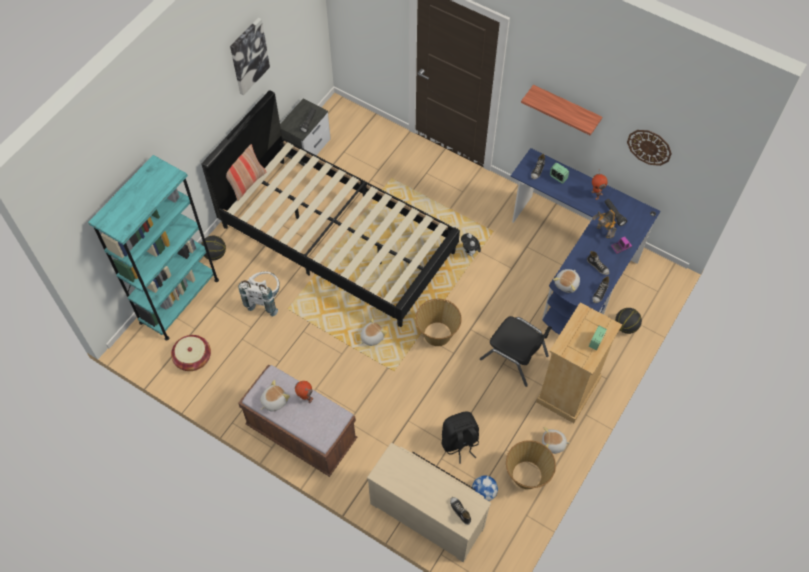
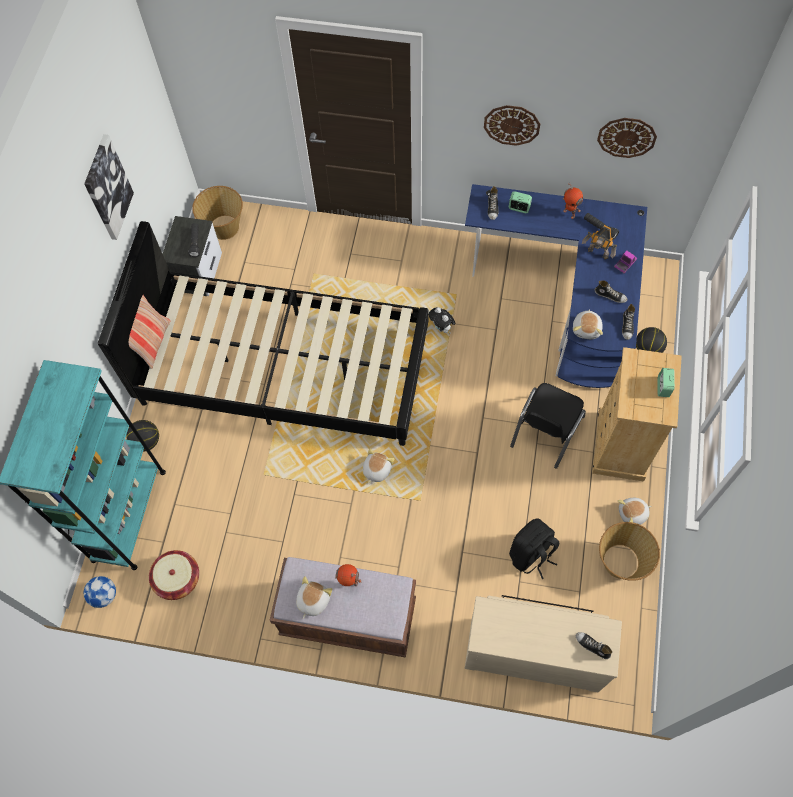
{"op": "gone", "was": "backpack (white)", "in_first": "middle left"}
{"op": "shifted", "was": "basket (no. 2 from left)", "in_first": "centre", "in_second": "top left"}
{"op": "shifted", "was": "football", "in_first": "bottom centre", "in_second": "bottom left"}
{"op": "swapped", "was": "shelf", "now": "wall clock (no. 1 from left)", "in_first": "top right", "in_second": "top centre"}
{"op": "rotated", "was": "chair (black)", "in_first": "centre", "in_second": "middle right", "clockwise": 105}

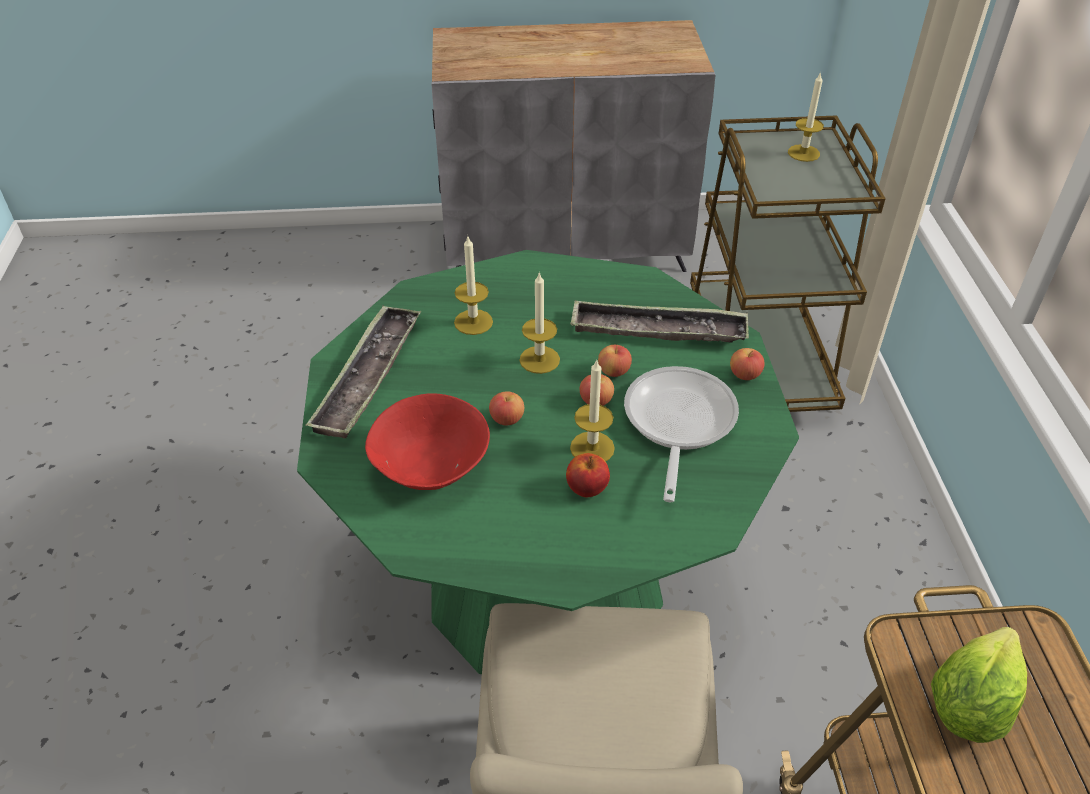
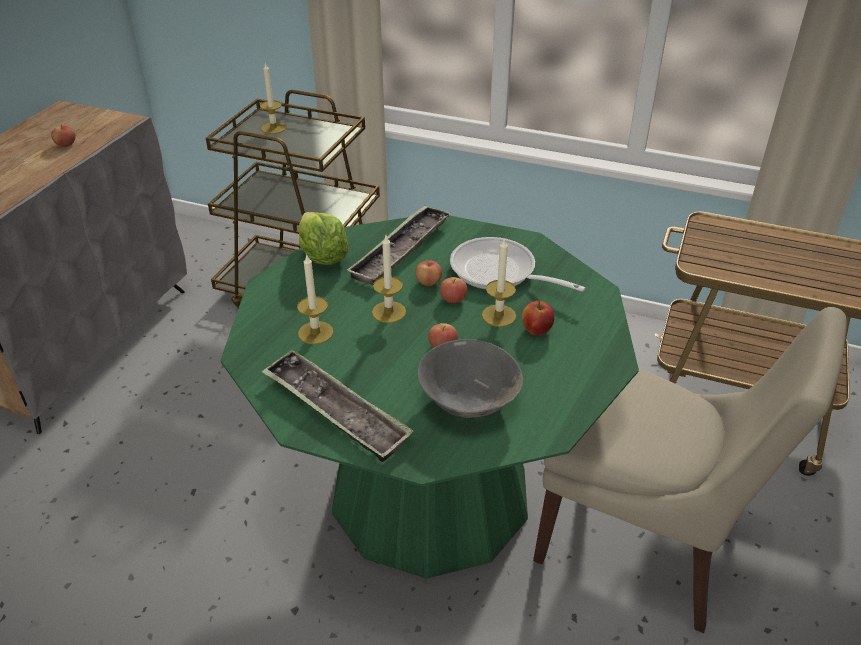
{"op": "shifted", "was": "apple (no. 5 from left in the first image)", "now": "apple (no. 1 from left)", "in_first": "middle right", "in_second": "top left"}
{"op": "shifted", "was": "lettuce", "in_first": "bottom right", "in_second": "centre"}
{"op": "repainted", "was": "bowl (red)", "now": "bowl (grey)", "in_first": "centre", "in_second": "centre"}

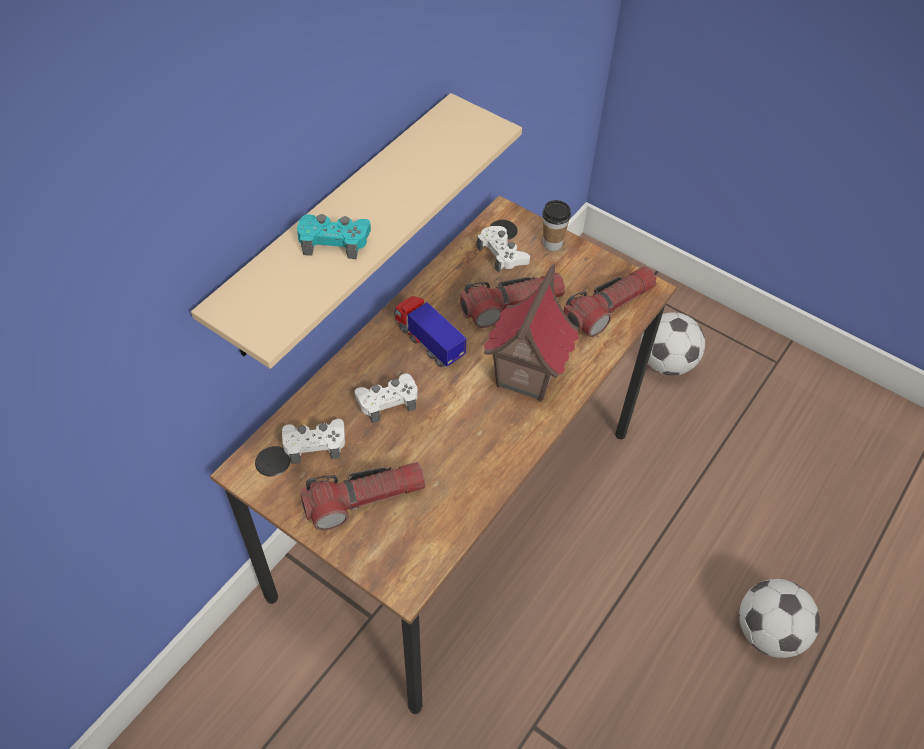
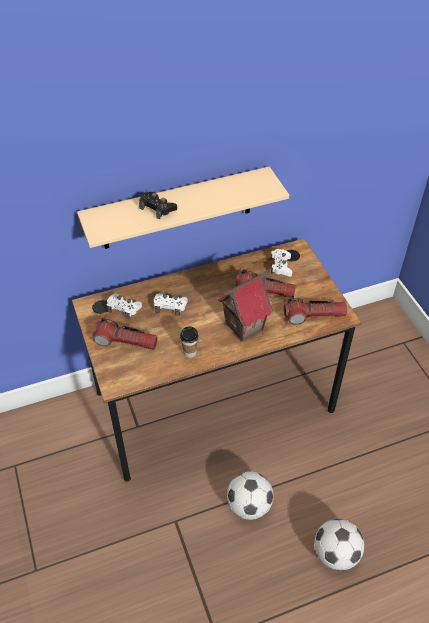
{"op": "gone", "was": "toy truck", "in_first": "centre"}
{"op": "shifted", "was": "cup", "in_first": "top centre", "in_second": "centre"}
{"op": "shifted", "was": "football (no. 1 from left)", "in_first": "middle right", "in_second": "bottom centre"}
{"op": "repainted", "was": "game controller (turquoise)", "now": "game controller (black)", "in_first": "top centre", "in_second": "top centre"}

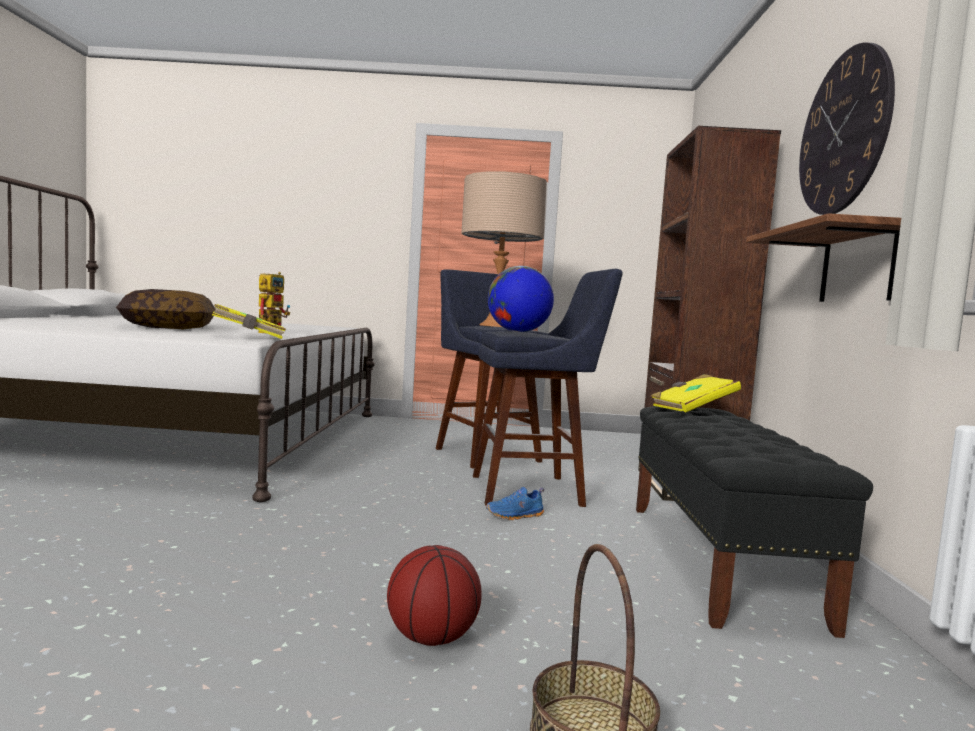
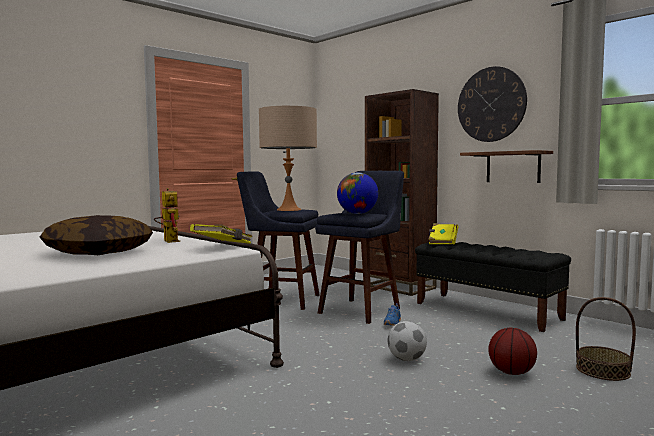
{"op": "new", "now": "football", "in_second": "bottom centre"}

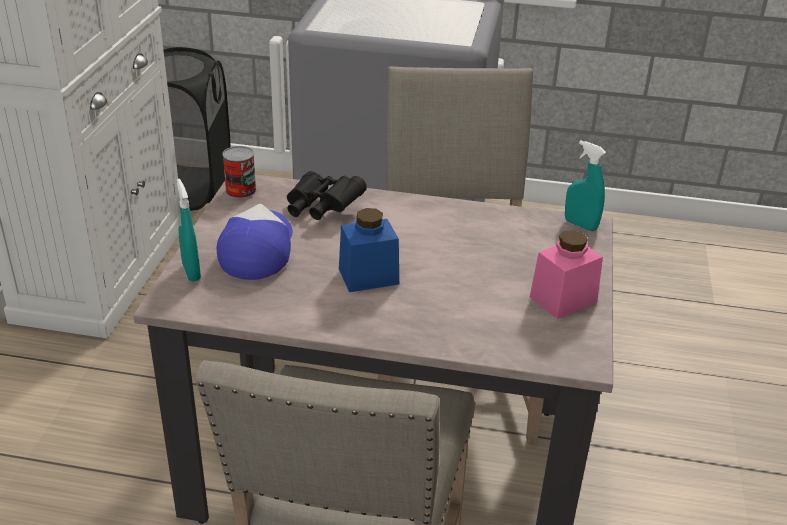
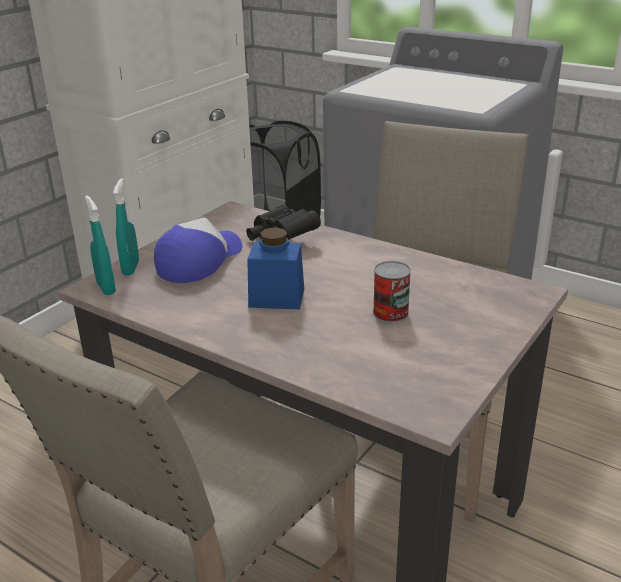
{"op": "gone", "was": "jar (pink)", "in_first": "middle right"}
{"op": "shifted", "was": "can", "in_first": "top left", "in_second": "centre"}
{"op": "shifted", "was": "spray bottle (turquoise) (no. 2 from left in the first image)", "now": "spray bottle (turquoise) (no. 1 from left)", "in_first": "middle right", "in_second": "middle left"}

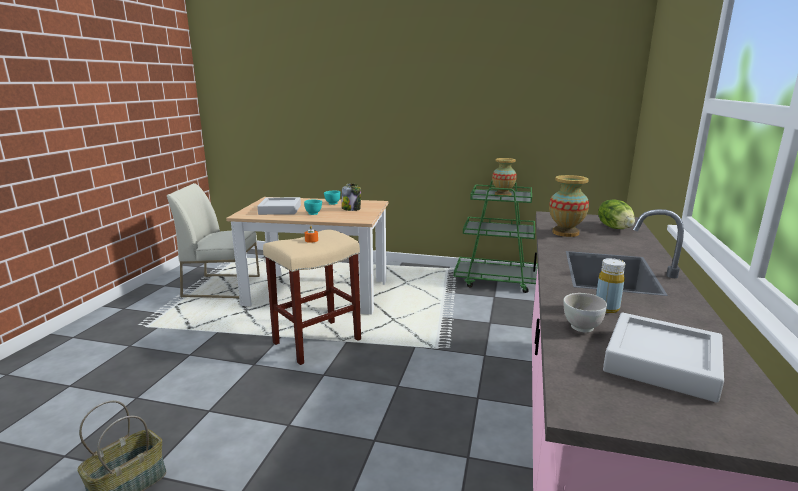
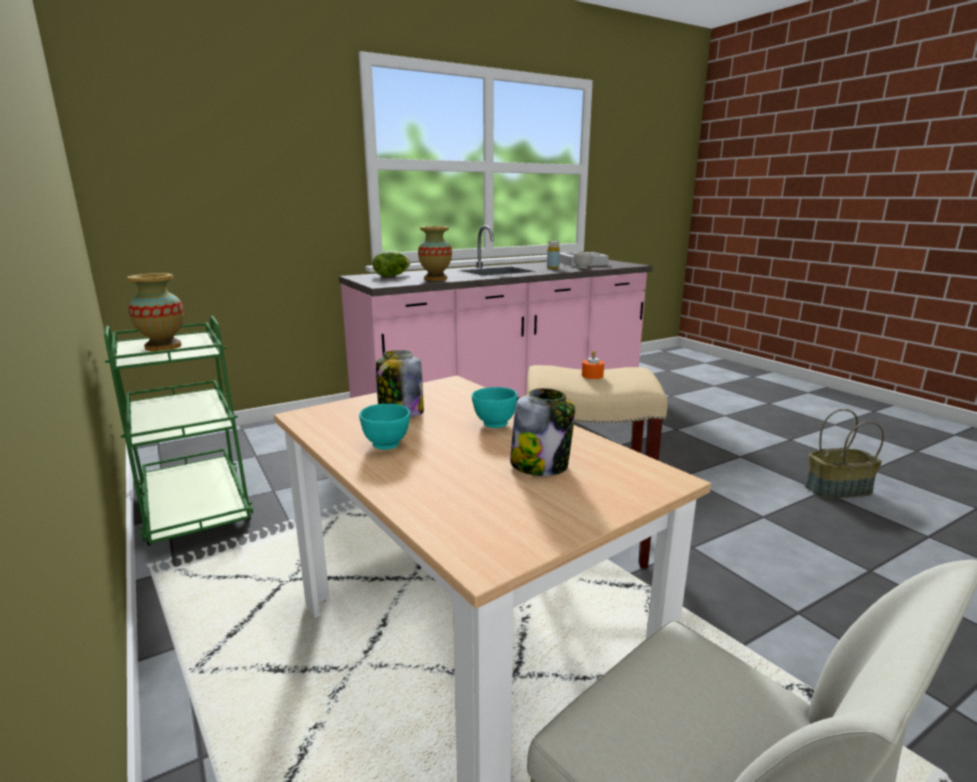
{"op": "swapped", "was": "tray (grey) (no. 1 from left)", "now": "jar (no. 2 from left)", "in_first": "centre", "in_second": "centre"}

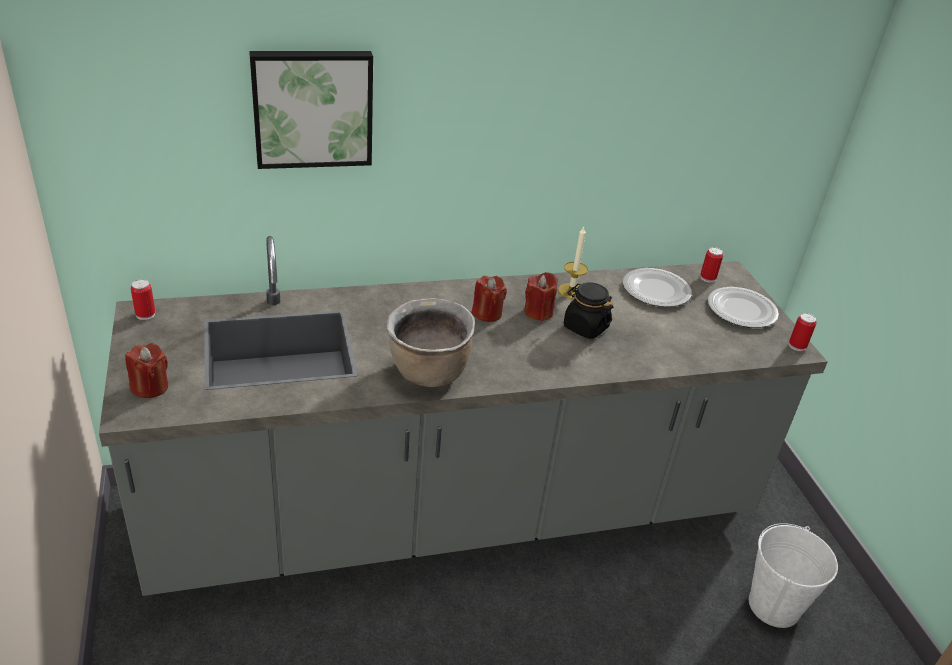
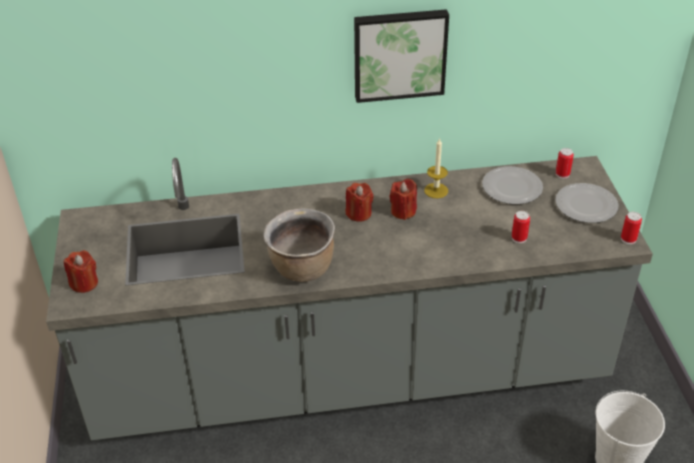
{"op": "gone", "was": "jar (black)", "in_first": "centre"}
{"op": "shifted", "was": "can (no. 1 from left)", "in_first": "middle left", "in_second": "middle right"}
{"op": "shifted", "was": "picture", "in_first": "top left", "in_second": "top centre"}

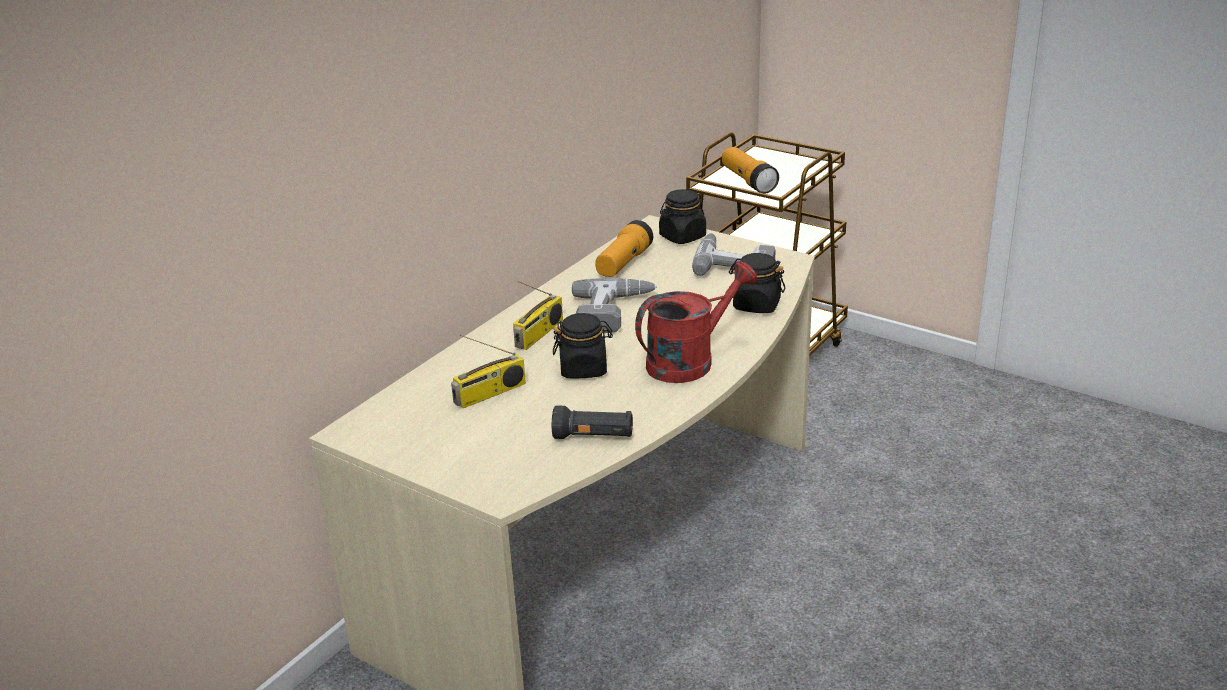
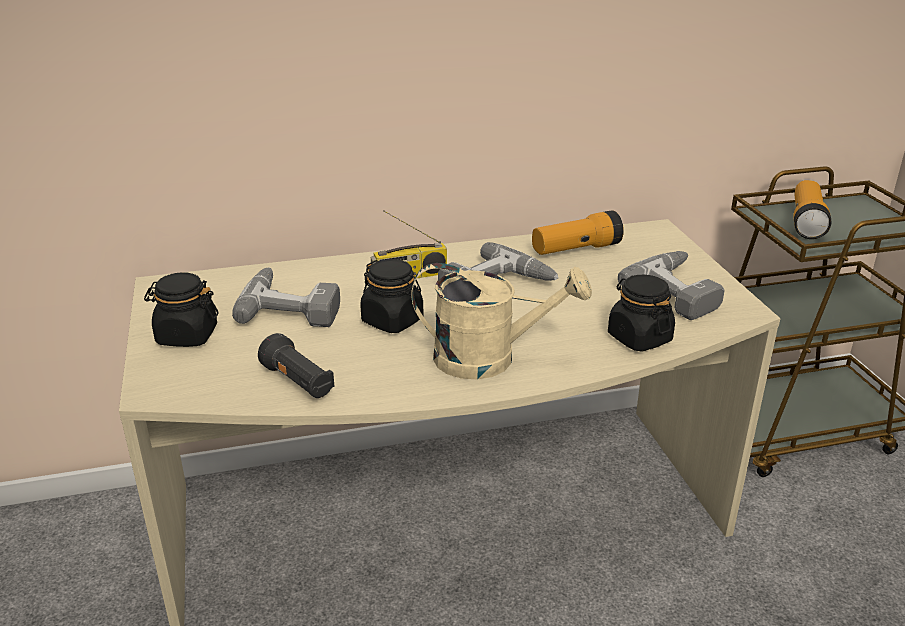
{"op": "shifted", "was": "jar (black) (no. 2 from left in the first image)", "now": "jar (black) (no. 1 from left)", "in_first": "top centre", "in_second": "middle left"}
{"op": "swapped", "was": "radio (no. 1 from left)", "now": "power drill (no. 1 from left)", "in_first": "centre", "in_second": "middle left"}
{"op": "repainted", "was": "watering can (red)", "now": "watering can (beige)", "in_first": "centre", "in_second": "centre"}

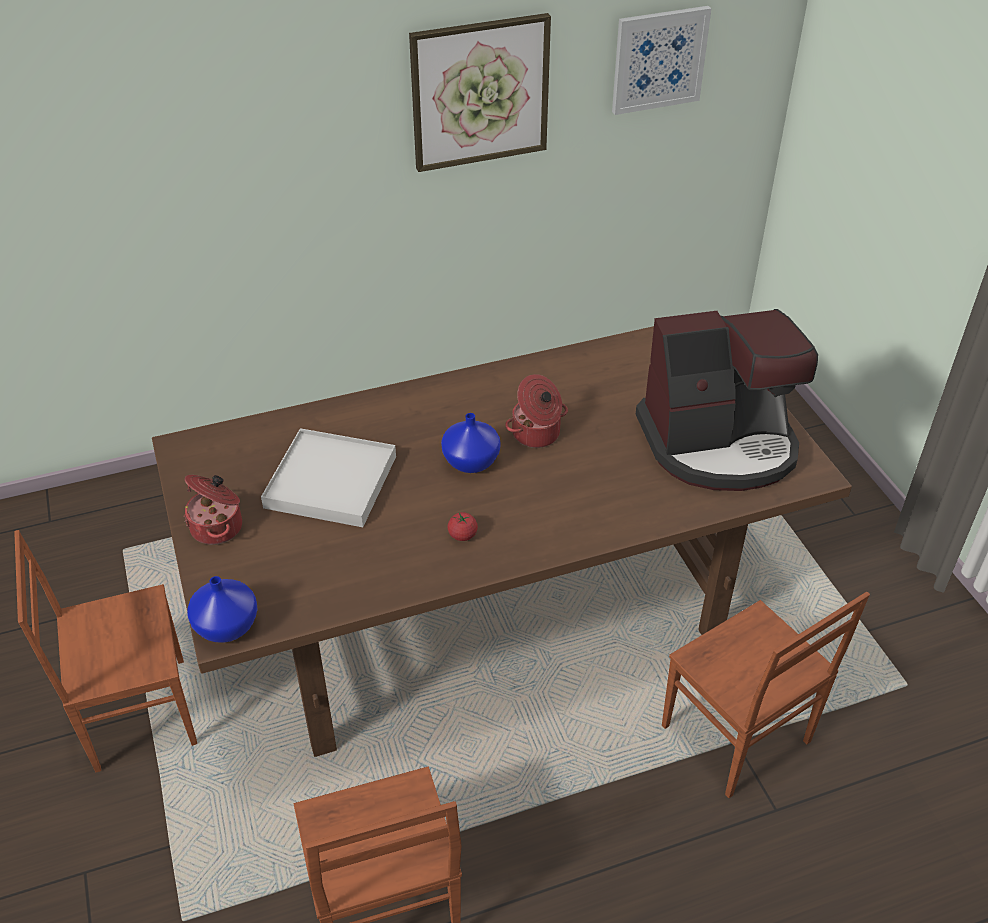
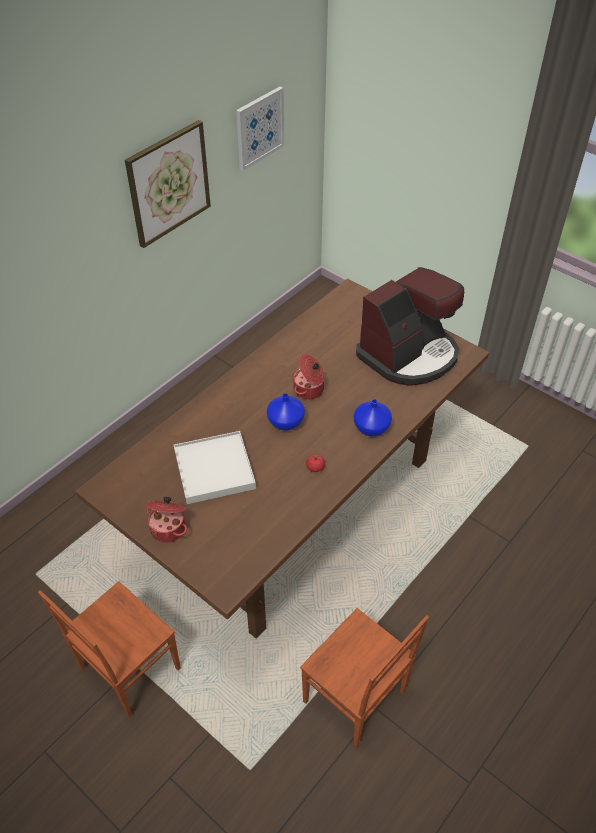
{"op": "gone", "was": "chair (brown) (no. 3 from left)", "in_first": "bottom right"}
{"op": "shifted", "was": "vase (blue) (no. 1 from left in the first image)", "now": "vase (blue) (no. 2 from left)", "in_first": "middle left", "in_second": "centre"}

